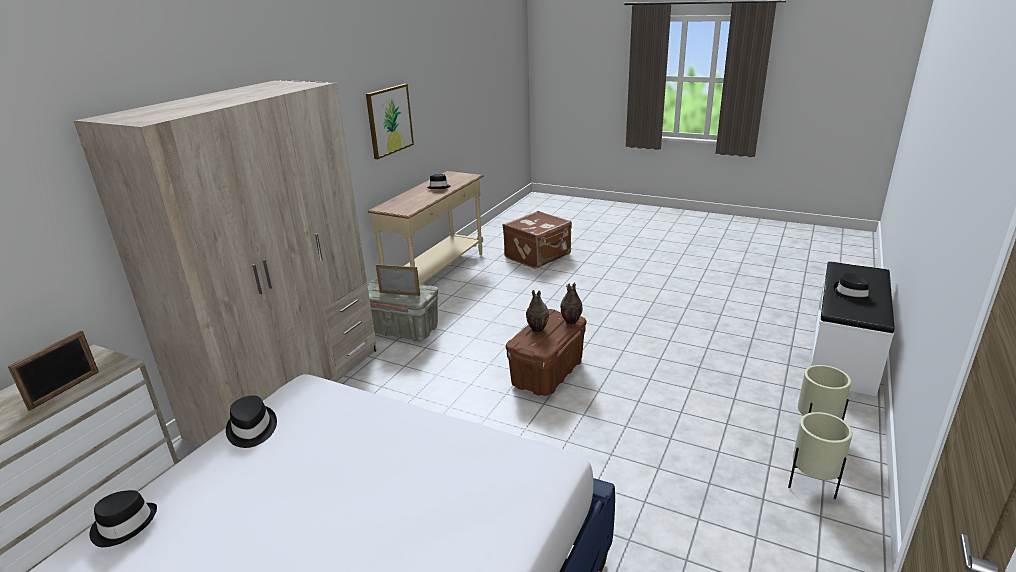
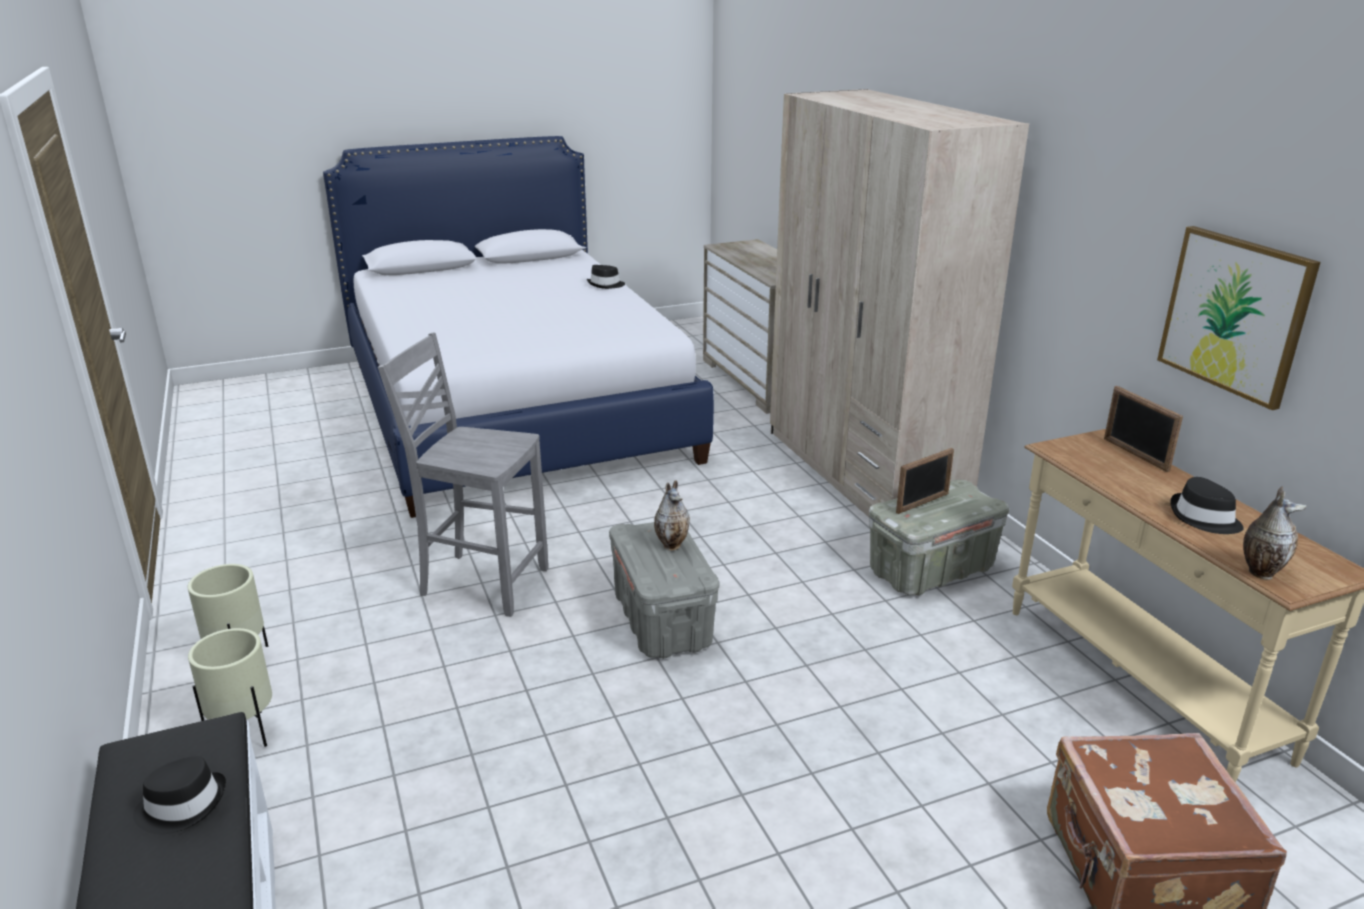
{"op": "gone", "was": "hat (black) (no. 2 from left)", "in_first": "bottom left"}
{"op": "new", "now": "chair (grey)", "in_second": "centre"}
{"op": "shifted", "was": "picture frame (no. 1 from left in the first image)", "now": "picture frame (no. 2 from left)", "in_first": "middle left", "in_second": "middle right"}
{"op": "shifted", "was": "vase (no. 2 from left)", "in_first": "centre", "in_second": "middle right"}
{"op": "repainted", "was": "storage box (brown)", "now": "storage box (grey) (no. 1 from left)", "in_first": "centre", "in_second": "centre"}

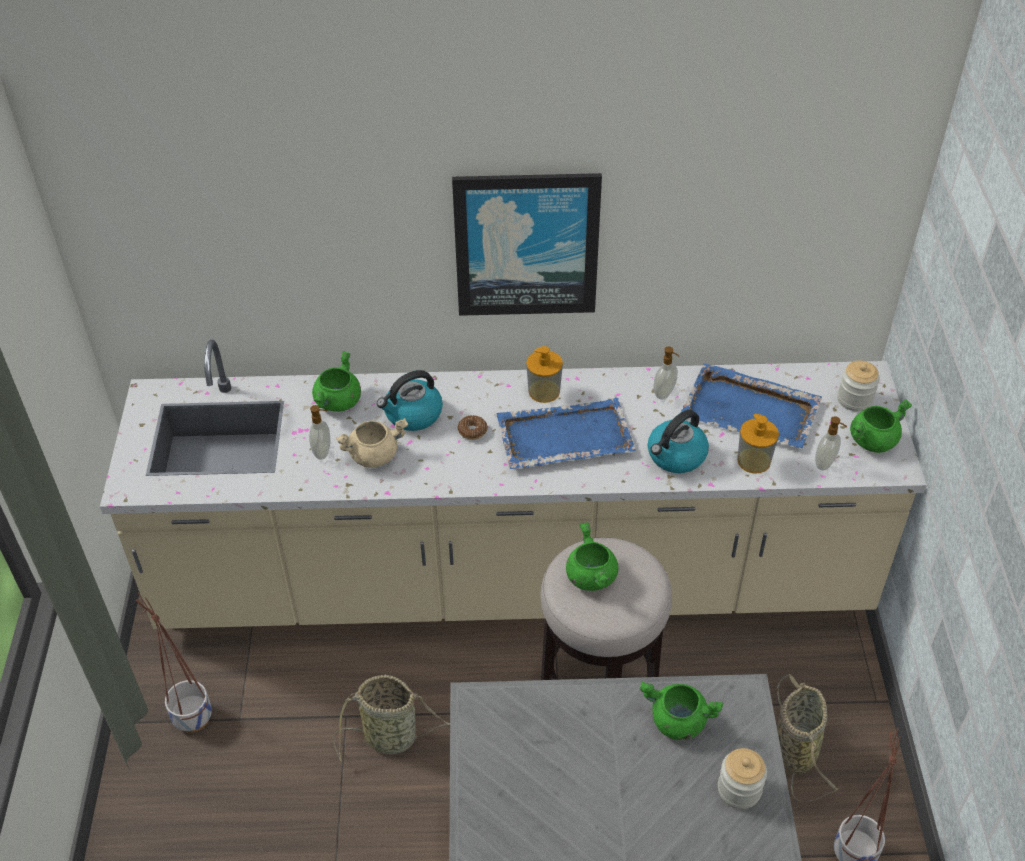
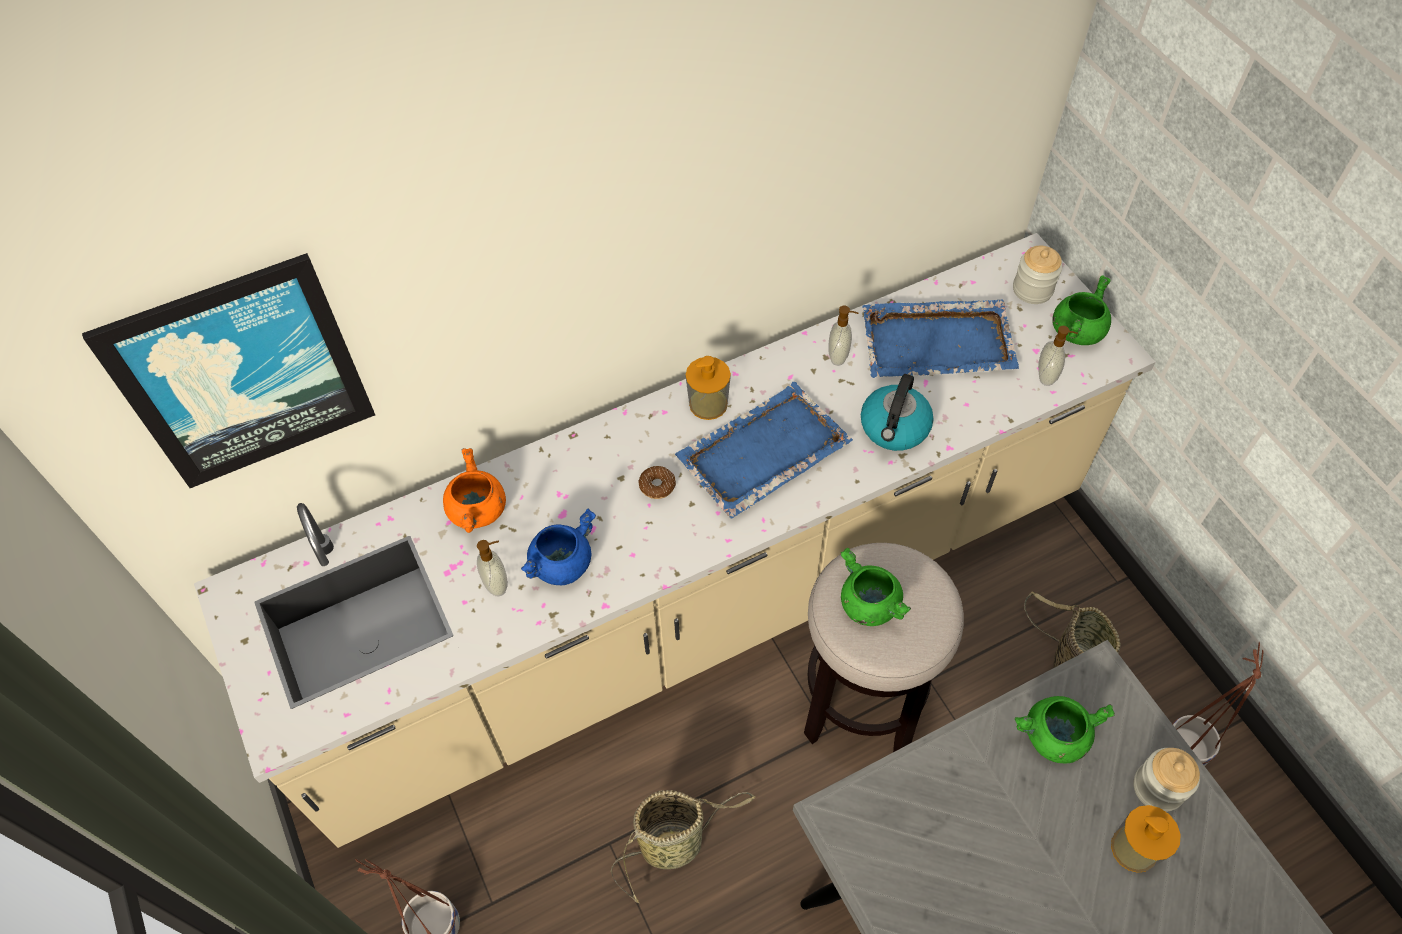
{"op": "gone", "was": "kettle (no. 1 from left)", "in_first": "centre"}
{"op": "shifted", "was": "picture", "in_first": "top centre", "in_second": "middle left"}
{"op": "shifted", "was": "soap dispenser (no. 4 from left in the first image)", "now": "soap dispenser (no. 5 from left)", "in_first": "middle right", "in_second": "bottom right"}
{"op": "repainted", "was": "cooking pot (green) (no. 1 from left)", "now": "cooking pot (orange)", "in_first": "middle left", "in_second": "centre"}
{"op": "repainted", "was": "cooking pot (beige)", "now": "cooking pot (blue)", "in_first": "centre", "in_second": "centre"}

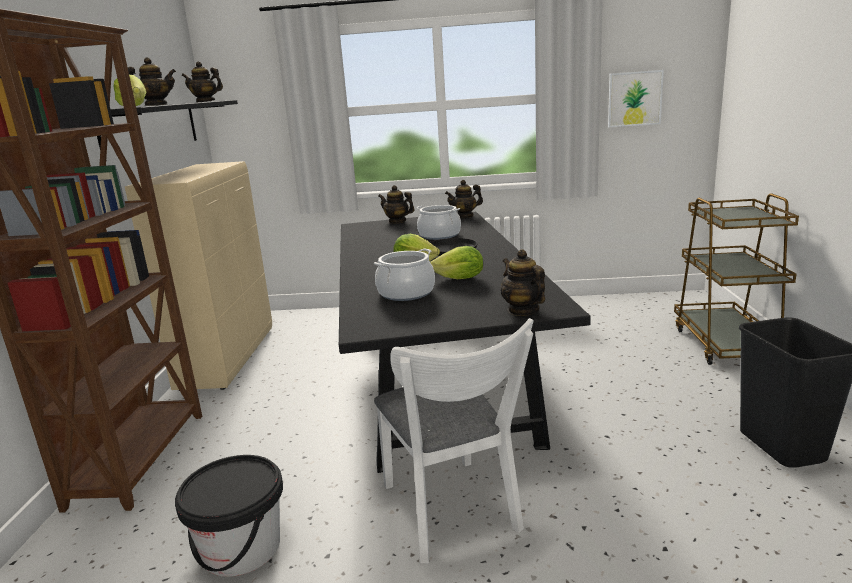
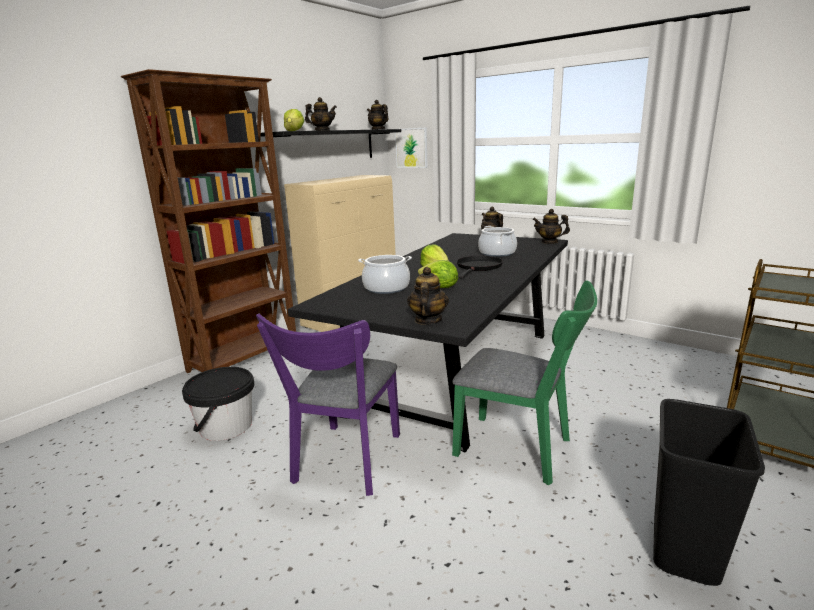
{"op": "new", "now": "chair (green)", "in_second": "centre"}
{"op": "shifted", "was": "picture", "in_first": "top right", "in_second": "top centre"}
{"op": "repainted", "was": "chair (white)", "now": "chair (purple)", "in_first": "bottom centre", "in_second": "centre"}

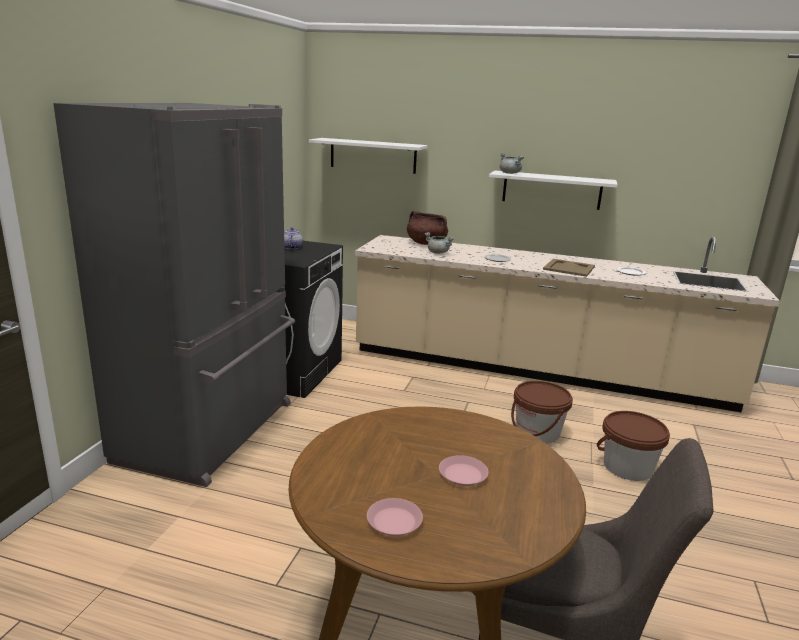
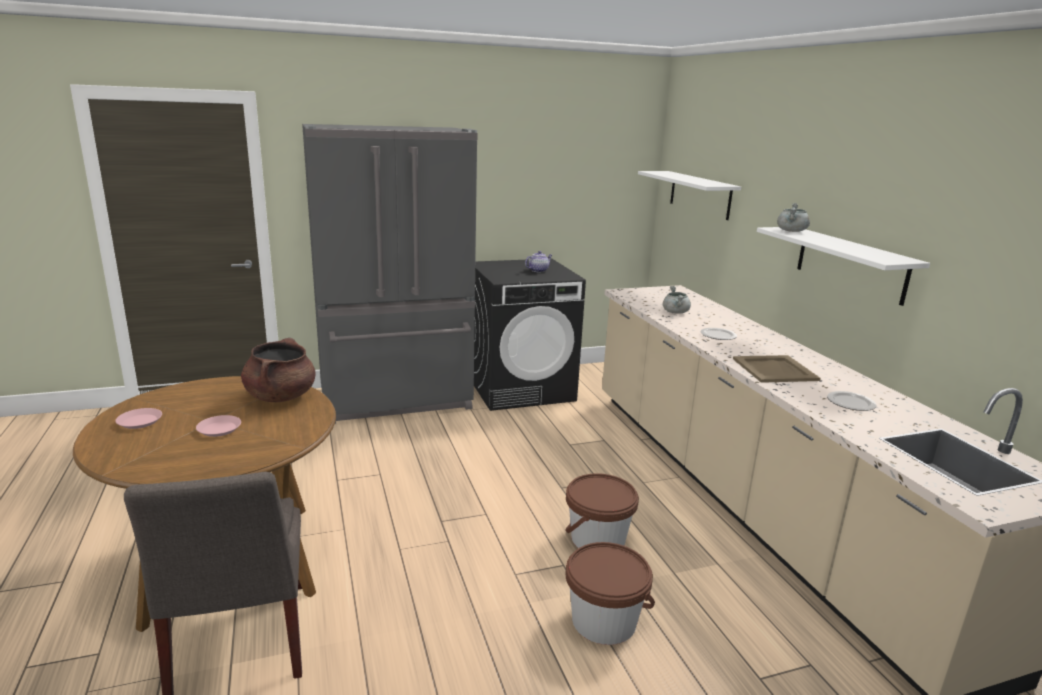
{"op": "shifted", "was": "cooking pot (brown)", "in_first": "centre", "in_second": "middle left"}

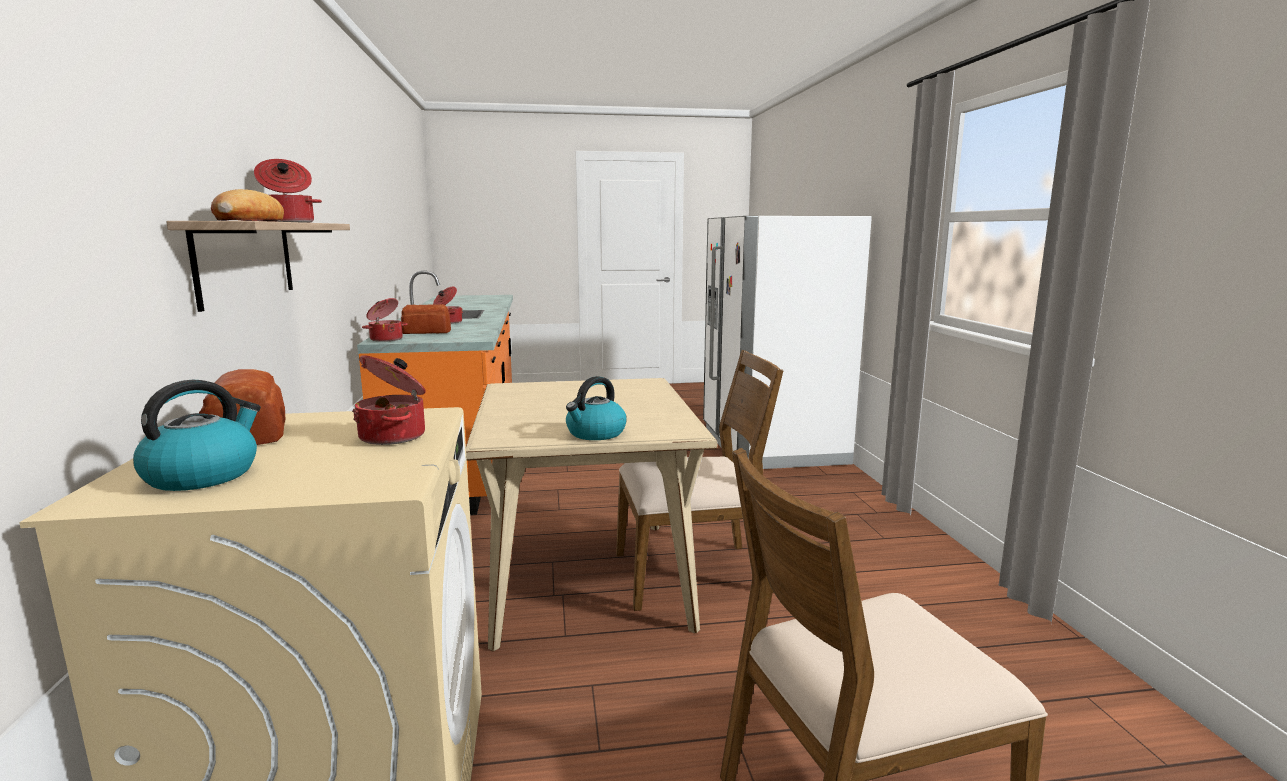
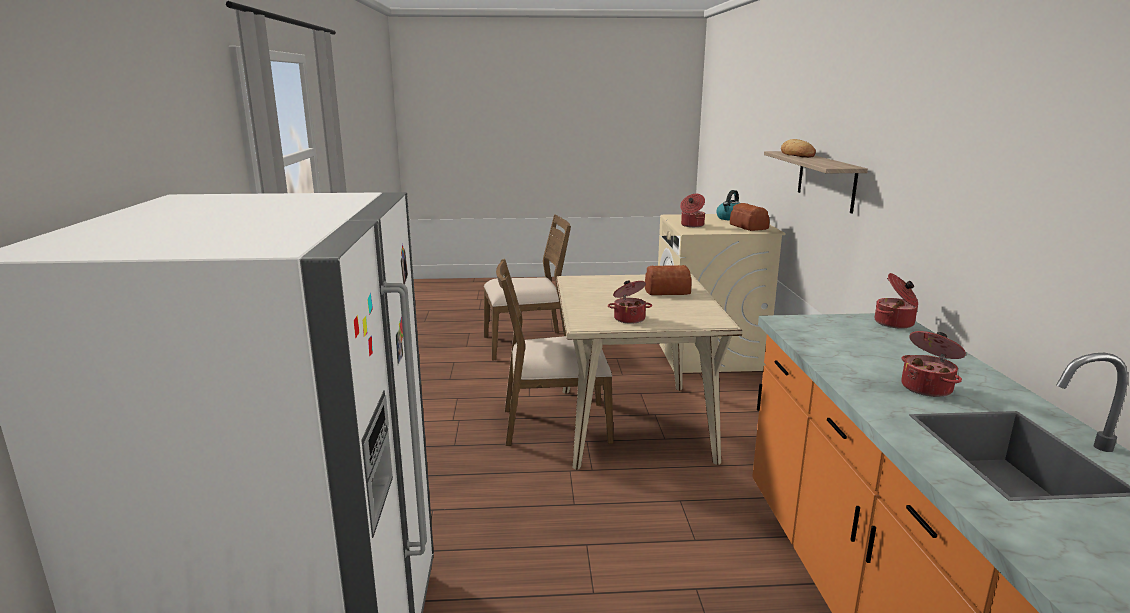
{"op": "gone", "was": "kettle (no. 2 from left)", "in_first": "centre"}
{"op": "shifted", "was": "cooking pot (no. 1 from left)", "in_first": "top left", "in_second": "centre"}
{"op": "shifted", "was": "bread (no. 3 from left in the first image)", "now": "bread (no. 1 from left)", "in_first": "middle left", "in_second": "centre"}

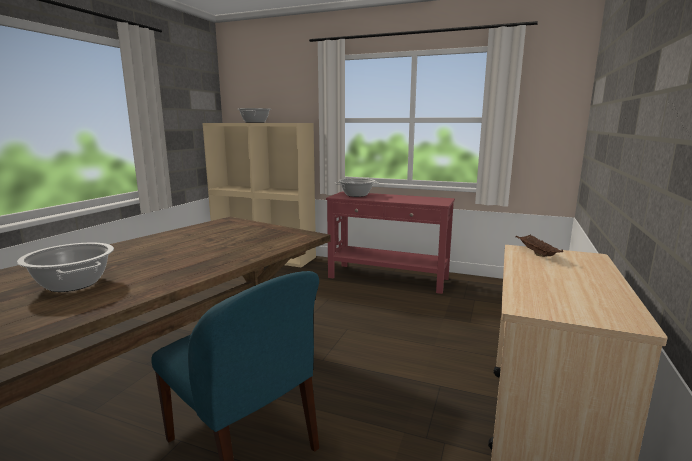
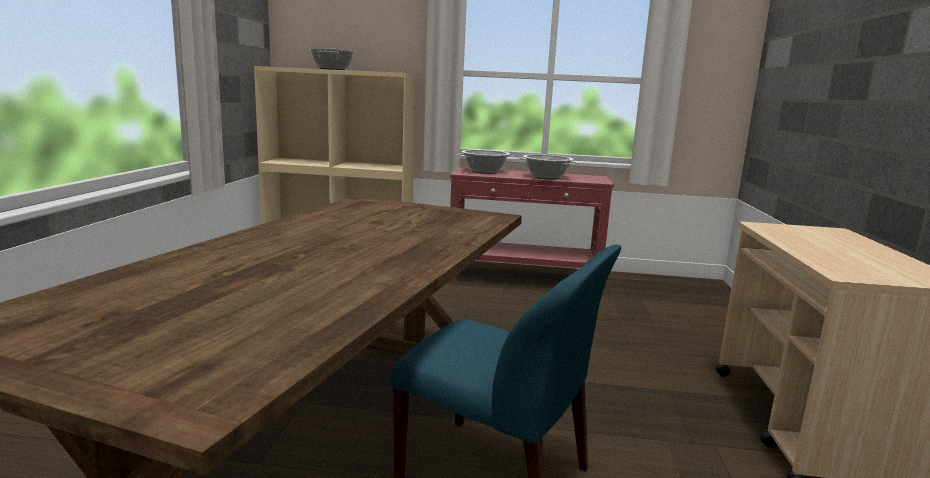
{"op": "gone", "was": "tray (brown)", "in_first": "middle right"}
{"op": "shifted", "was": "cooking pot (no. 1 from left in the first image)", "now": "cooking pot (no. 3 from left)", "in_first": "middle left", "in_second": "centre"}

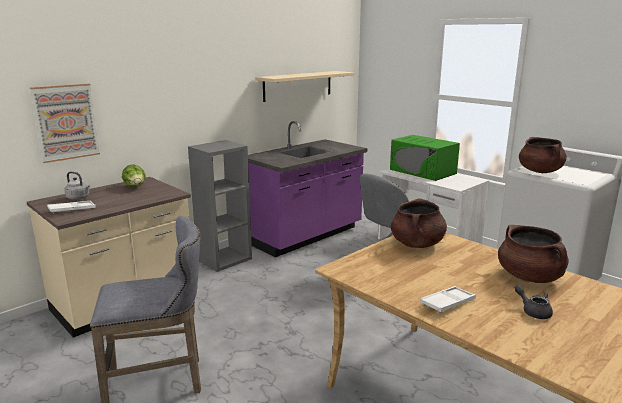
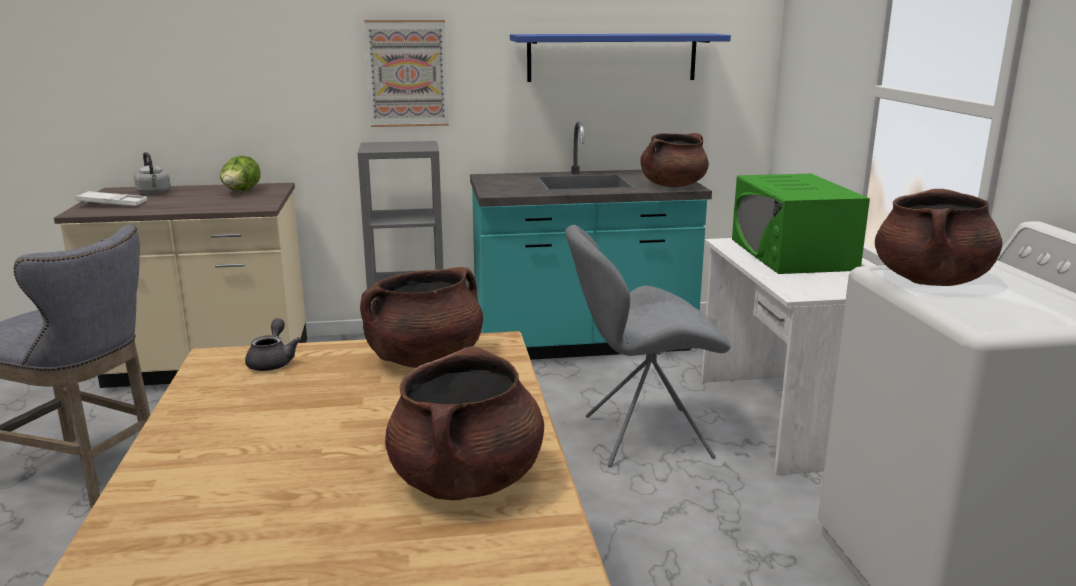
{"op": "gone", "was": "tray (white) (no. 2 from left)", "in_first": "bottom right"}
{"op": "new", "now": "cooking pot (brown) (no. 3 from left)", "in_second": "top centre"}
{"op": "shifted", "was": "picture", "in_first": "top left", "in_second": "top centre"}
{"op": "shifted", "was": "teapot (grey)", "in_first": "bottom right", "in_second": "middle left"}
{"op": "repainted", "was": "counter (purple)", "now": "counter (turquoise)", "in_first": "centre", "in_second": "centre"}
{"op": "repainted", "was": "shelf (beige)", "now": "shelf (blue)", "in_first": "top centre", "in_second": "top centre"}

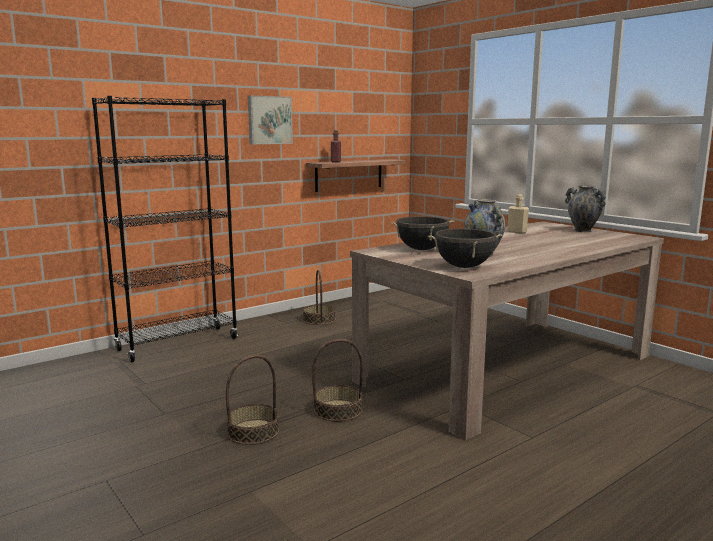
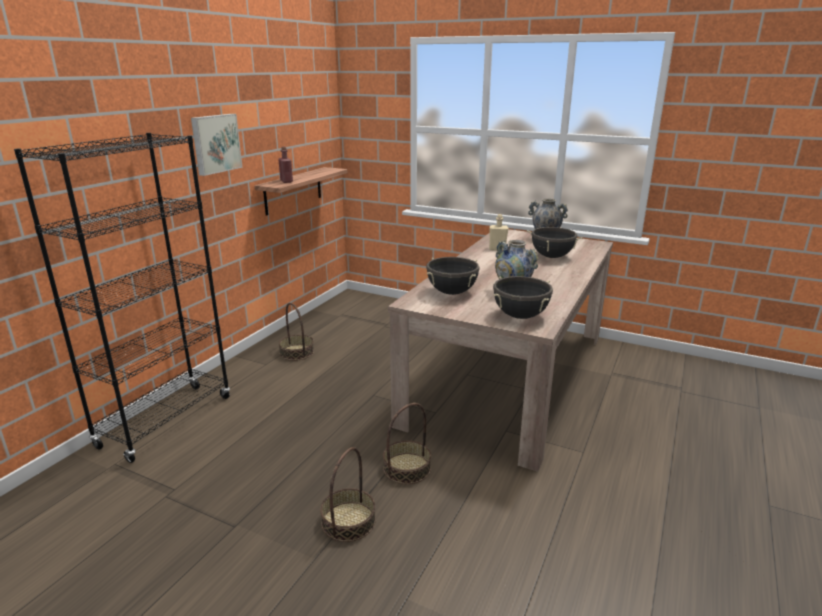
{"op": "new", "now": "cooking pot (black) (no. 3 from left)", "in_second": "middle right"}

